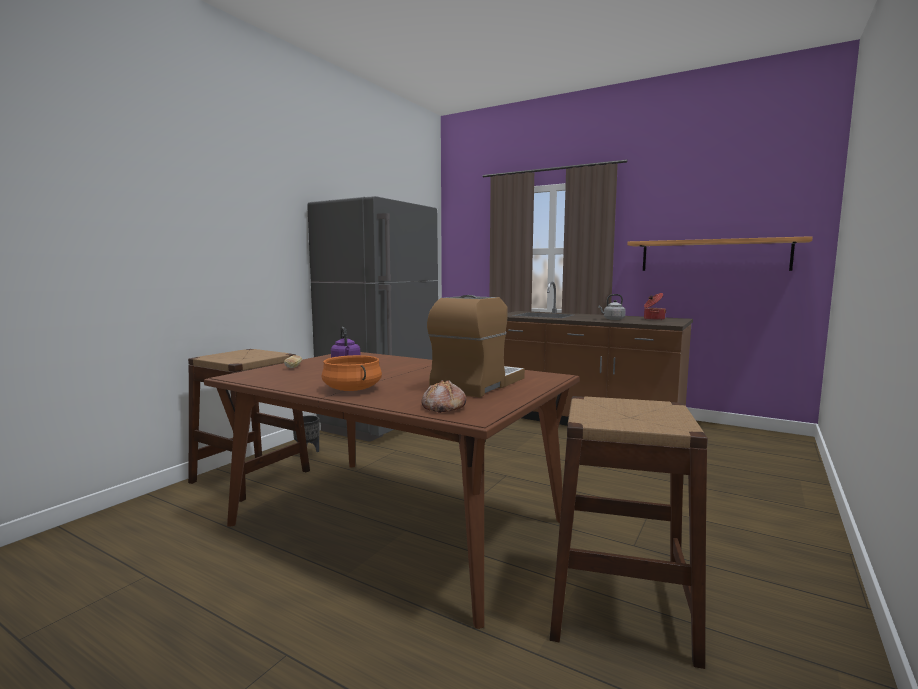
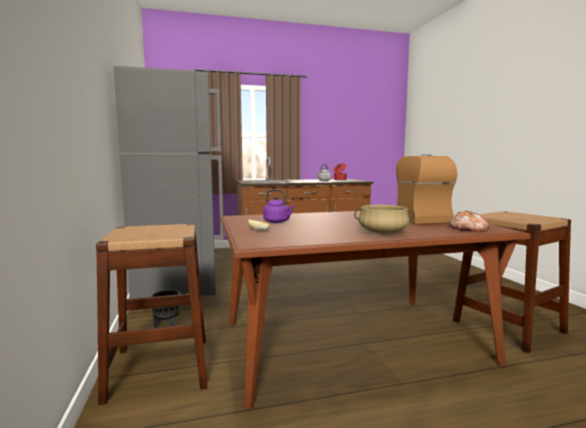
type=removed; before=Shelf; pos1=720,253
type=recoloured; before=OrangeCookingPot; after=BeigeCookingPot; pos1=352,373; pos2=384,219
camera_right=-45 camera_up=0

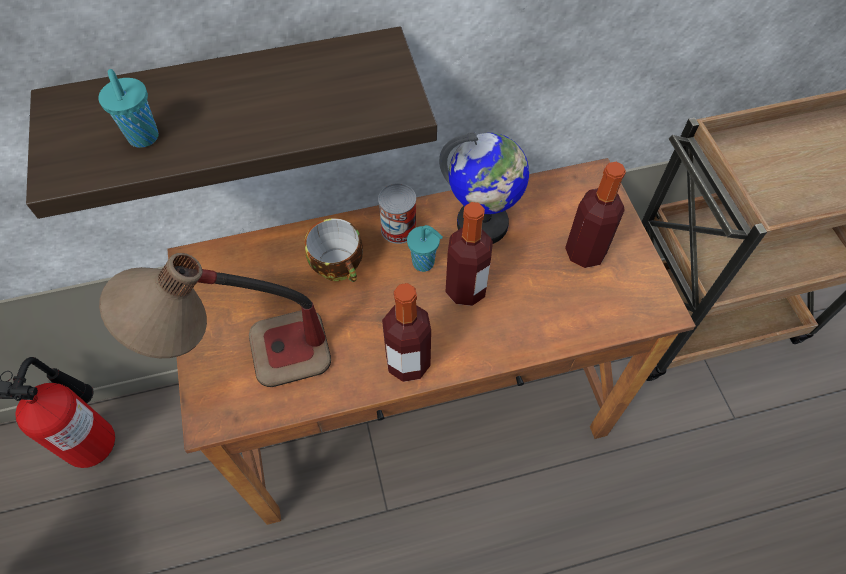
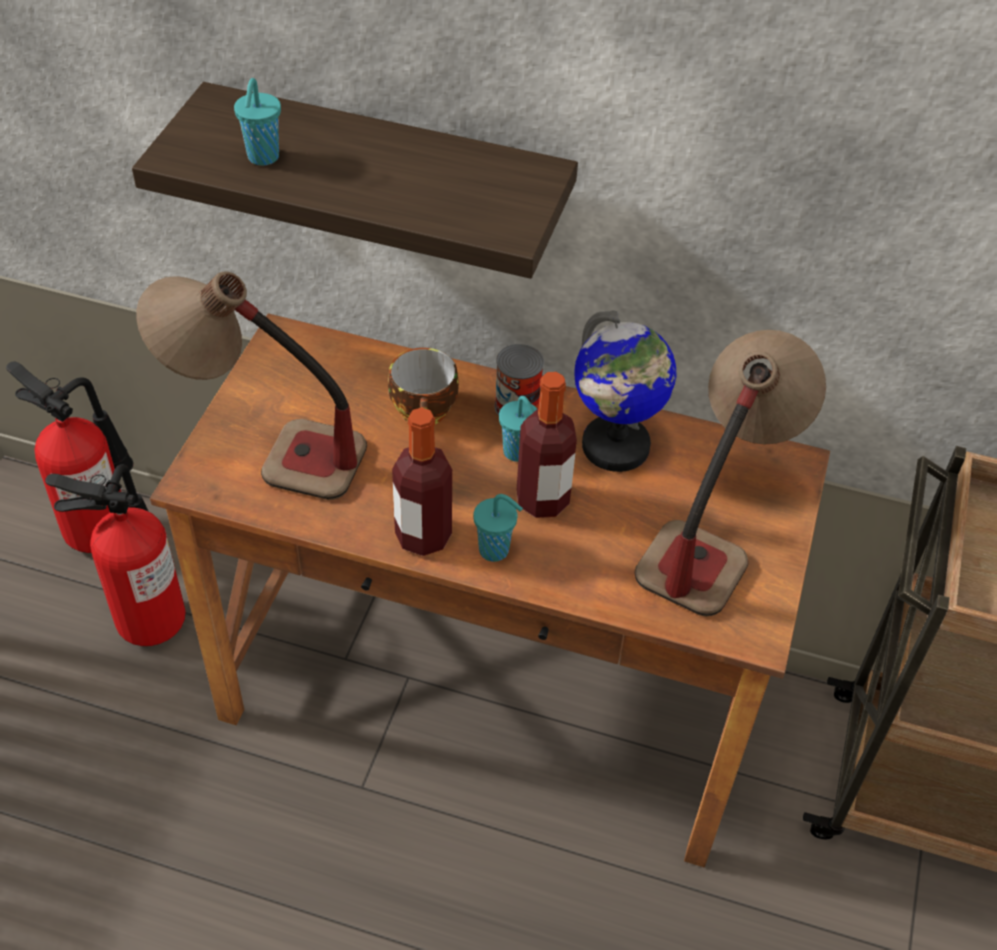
type=replaced; before=Bottle; after=TableLamp; pos1=595,215; pos2=730,473
type=added; after=FireExtinguisher; pos2=115,555
type=added; after=TurquoiseCup; pos2=498,528
camera_right=30 camera_up=-10

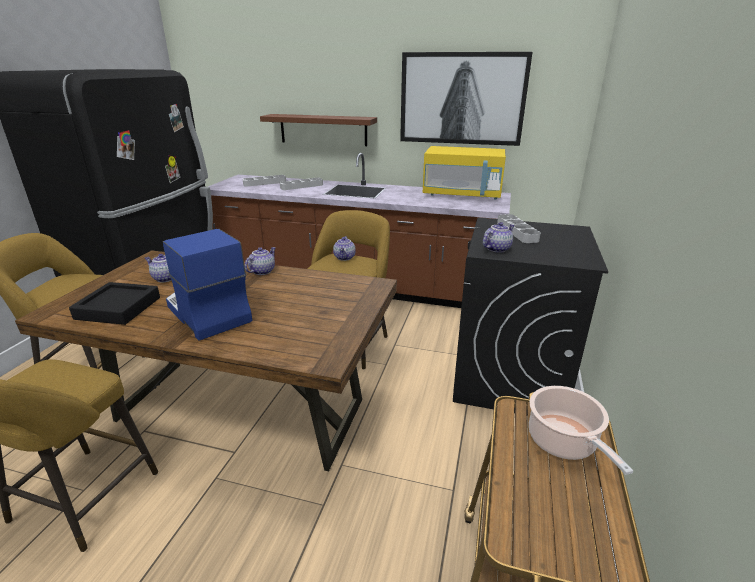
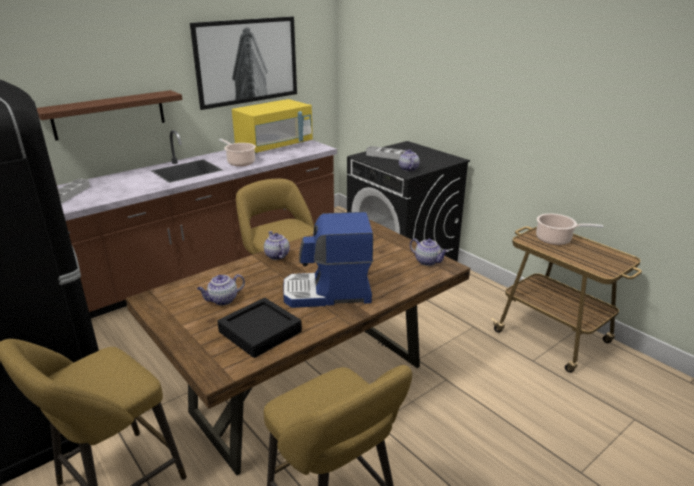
type=removed; before=GreyTray; pos1=301,184
type=moved; before=Teapot; pos1=344,248; pos2=429,252
type=added; after=CookingPot; pos2=237,152
camera_right=-55 camera_up=0

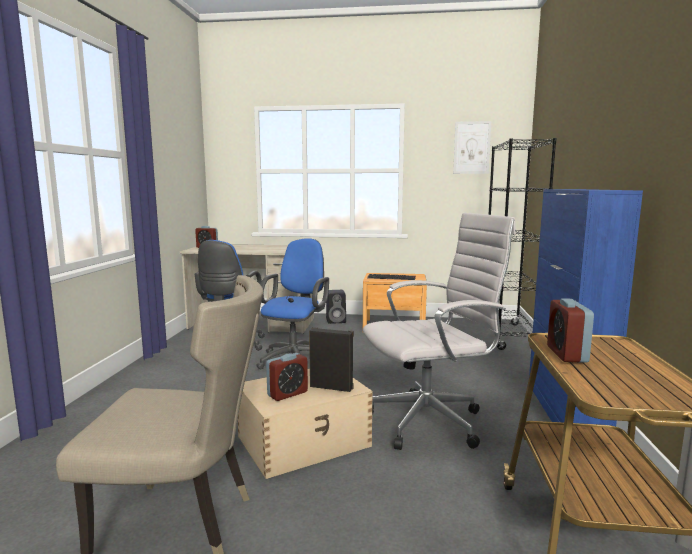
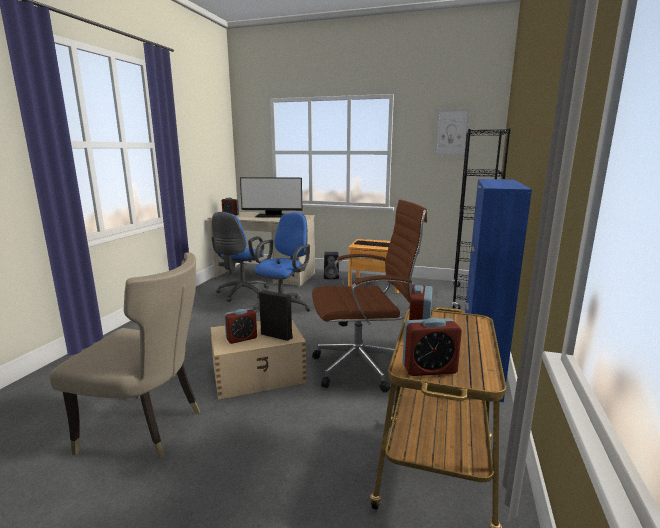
type=recoloured; before=WhiteOfficeChair; after=BrownOfficeChair; pos1=439,331; pos2=369,296
type=added; after=Monitor; pos2=271,197
type=added; after=AlarmClock; pos2=432,347
camera_right=10 camera_up=5

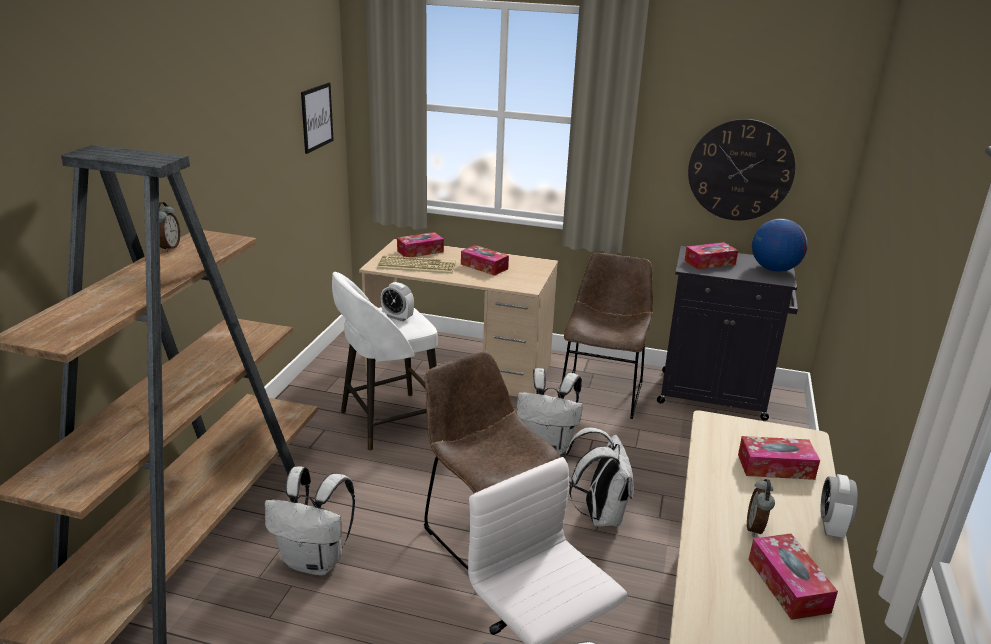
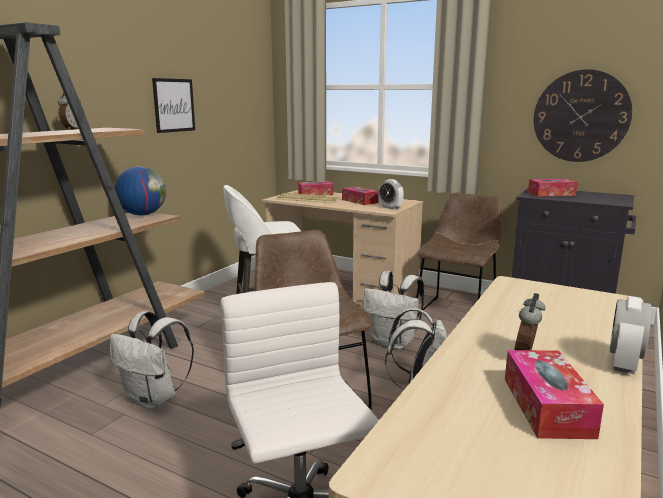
type=moved; before=Picture; pos1=317,118; pos2=173,105
type=moved; before=Globe; pos1=780,245; pos2=140,191
type=moved; before=AlarmClock; pos1=397,301; pos2=391,194
type=removed; before=TissueBox; pos1=779,458
camera_right=15 camera_up=-10

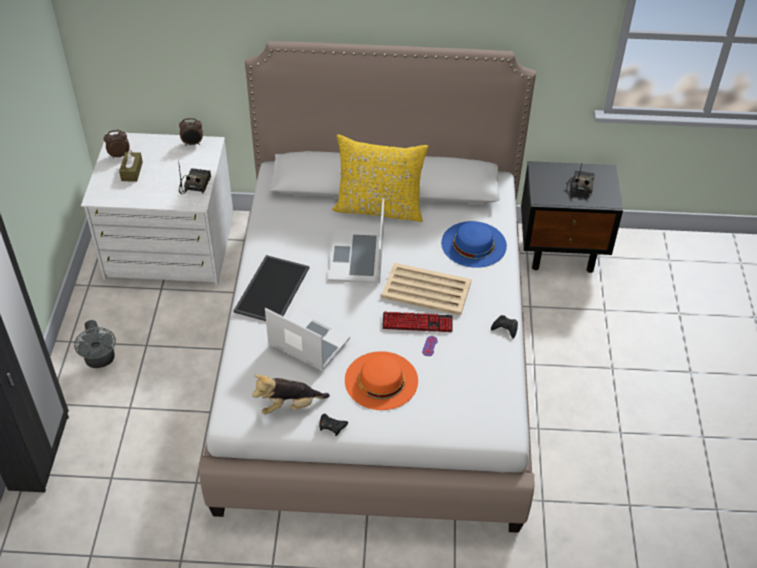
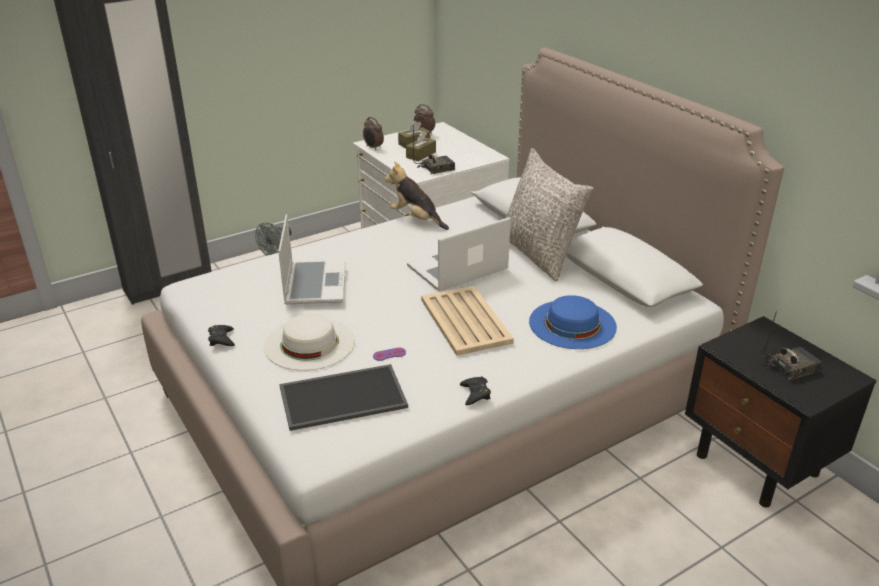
type=moved; before=AlarmClock; pos1=191,132; pos2=373,133
type=recoloured; before=YellowPillow; after=GreyPillow; pos1=380,178; pos2=550,214
type=moved; before=Tray; pos1=271,288; pos2=343,397
type=removed; before=Keyboard; pos1=417,321
type=recoloured; before=OrangeHat; after=WhiteHat; pos1=381,380; pos2=309,342
type=moved; before=PlushToy; pos1=291,394; pos2=417,195
type=added; after=BrownTissueBox; pos2=421,146
camera_right=55 camera_up=-15

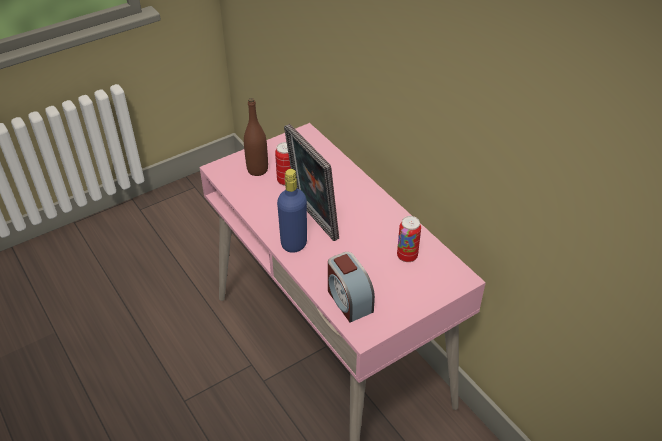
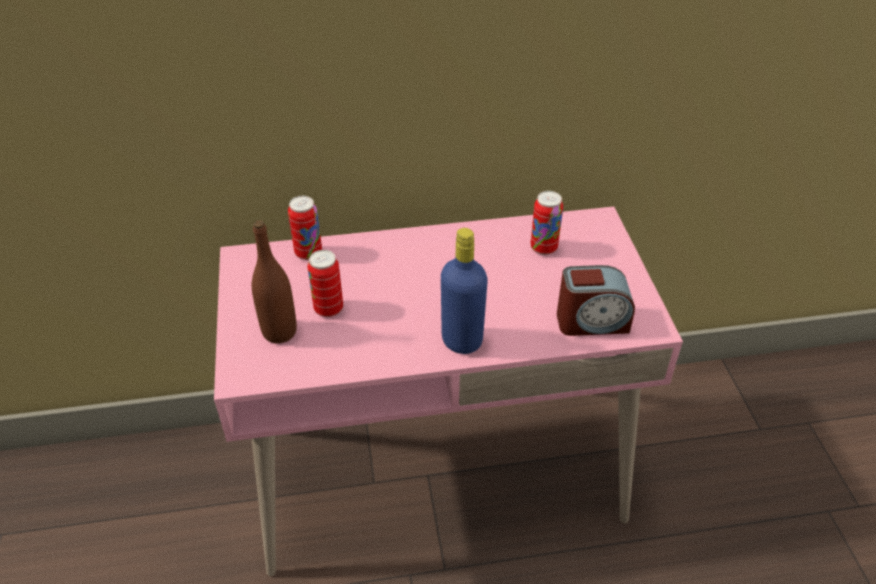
type=removed; before=PictureFrame; pos1=311,182
type=added; after=Can; pos2=305,228
camera_right=-65 camera_up=0

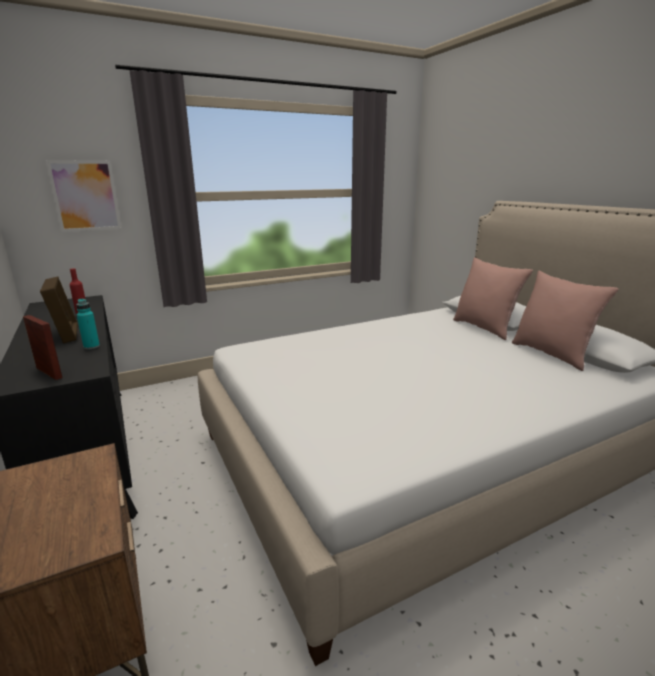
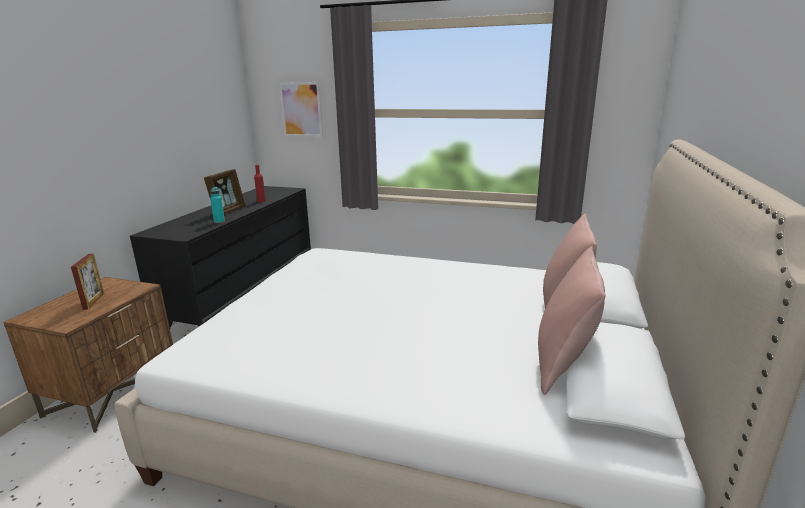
type=moved; before=PictureFrame; pos1=42,347; pos2=87,282
camera_right=45 camera_up=0

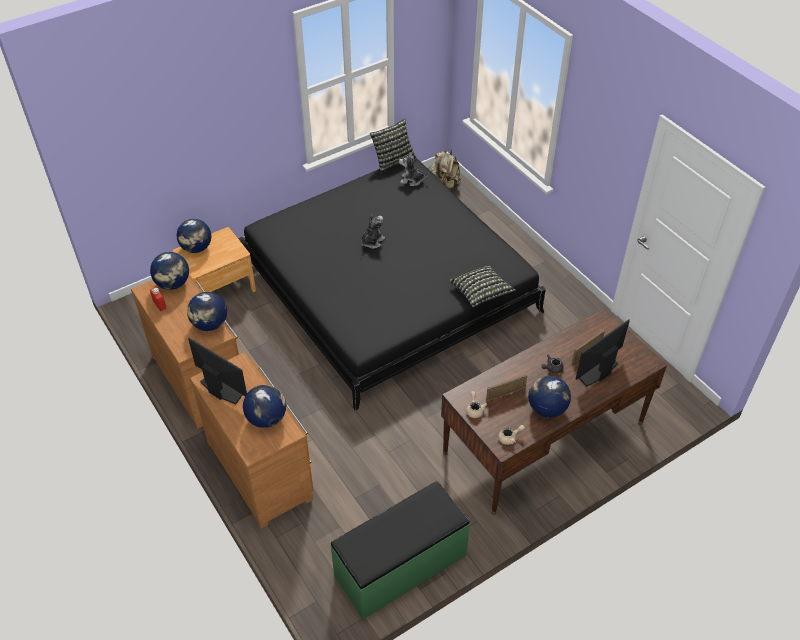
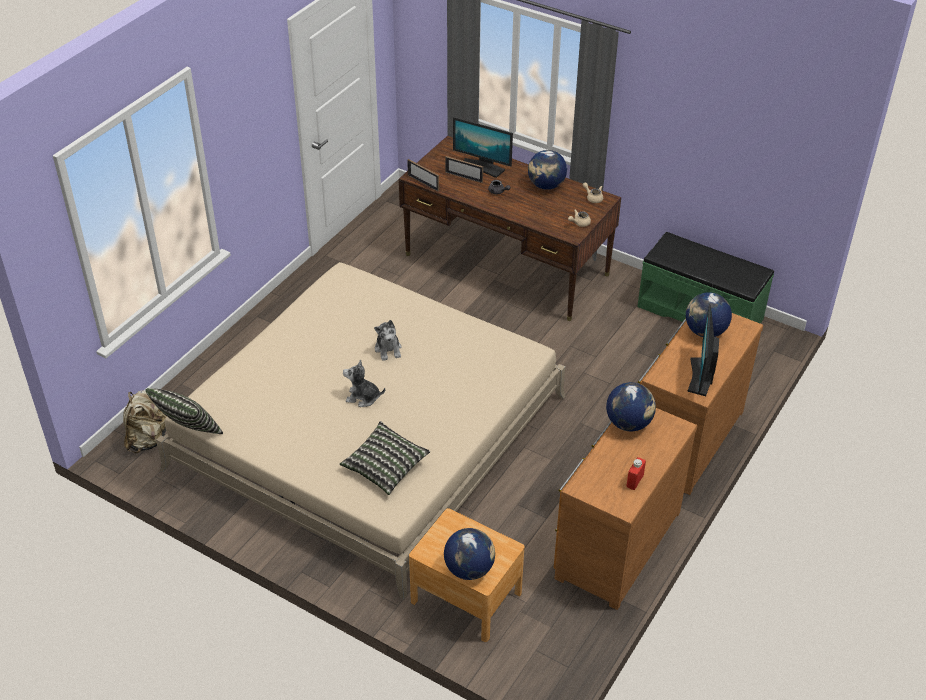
type=moved; before=PlushToy; pos1=414,169; pos2=388,340
type=recoloured; before=BlackBed; after=BeigeBed; pos1=392,284; pos2=360,430
type=removed; before=Globe; pos1=169,271
type=moved; before=Pillow; pos1=482,286; pos2=385,458
type=moved; before=PictureFrame; pos1=506,387; pos2=423,175
camera_right=-115 camera_up=-5

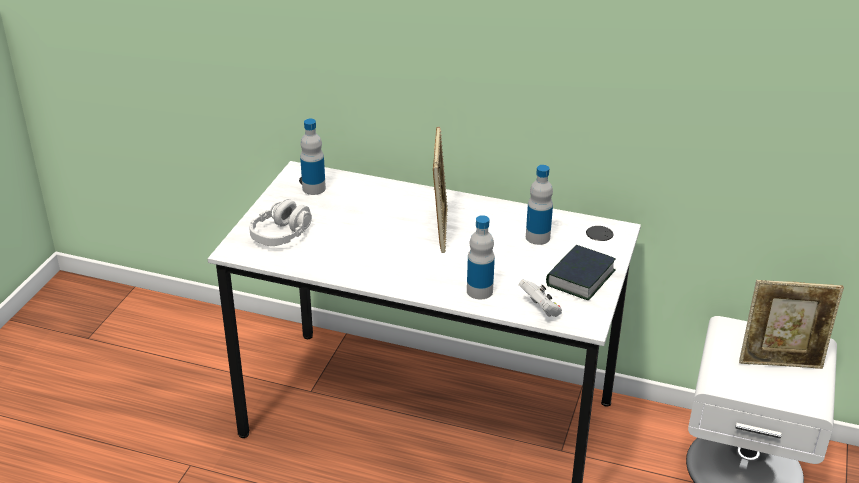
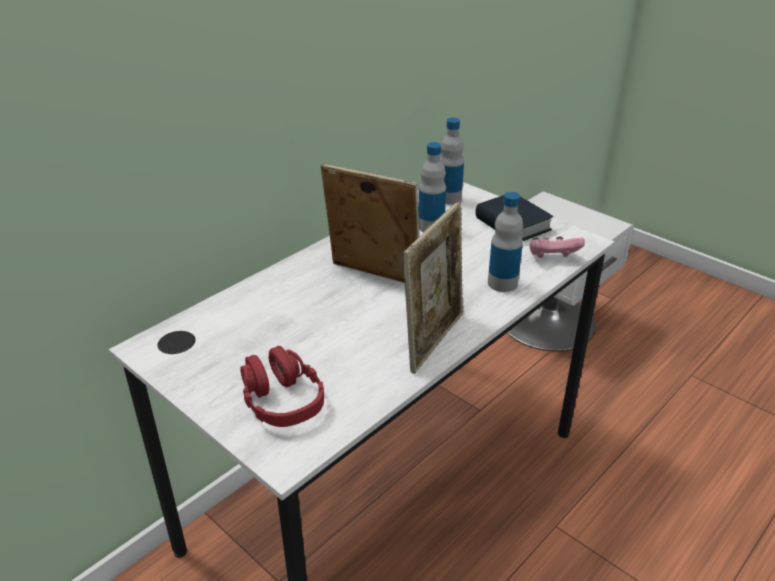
type=moved; before=Bottle; pos1=313,157; pos2=452,161
type=recoloured; before=GreyHeadphones; after=RedHeadphones; pos1=280,222; pos2=282,386
type=recoloured; before=WhiteGameController; after=PinkGameController; pos1=540,298; pos2=557,247
type=moved; before=PictureFrame; pos1=791,324; pos2=433,288
camera_right=-65 camera_up=0

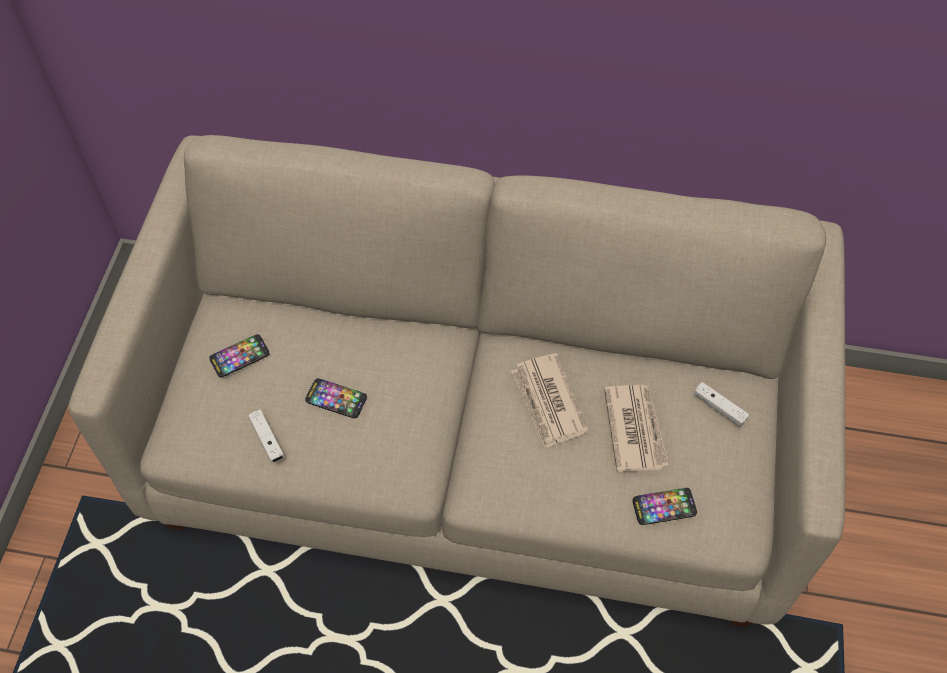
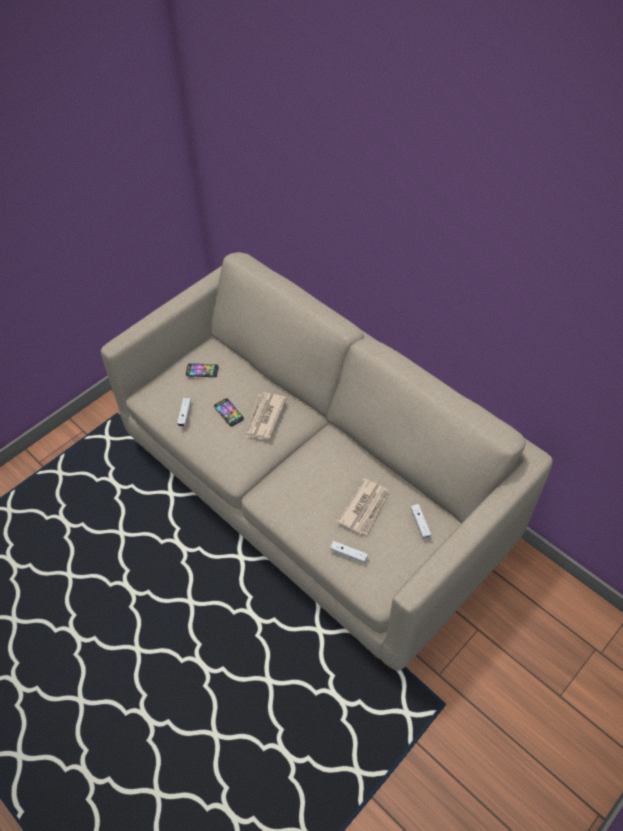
type=moved; before=Newspaper; pos1=549,401; pos2=265,416
type=replaced; before=Phone; after=WhiteGameController; pos1=665,506; pos2=349,552
camera_right=35 camera_up=-5

